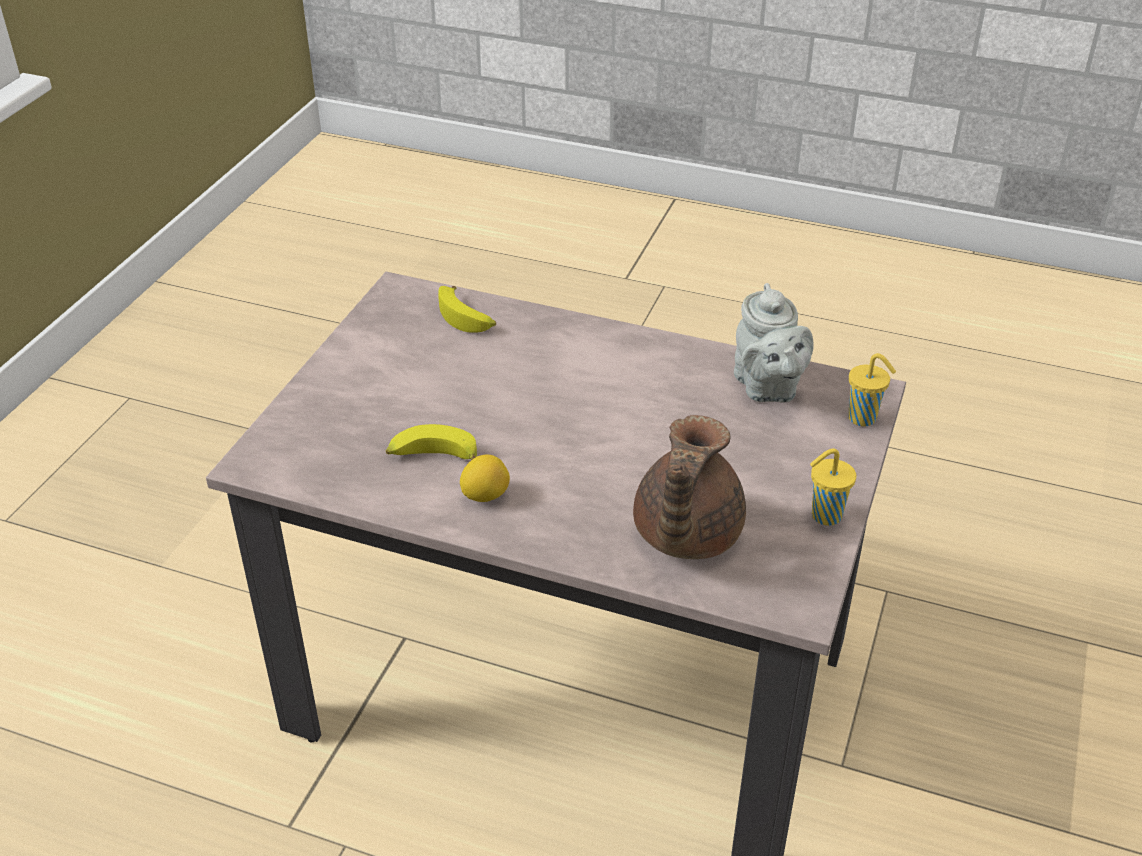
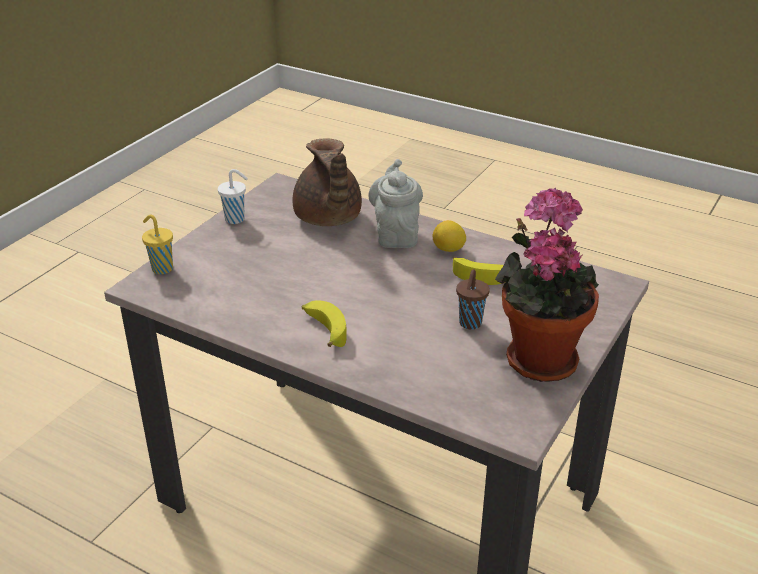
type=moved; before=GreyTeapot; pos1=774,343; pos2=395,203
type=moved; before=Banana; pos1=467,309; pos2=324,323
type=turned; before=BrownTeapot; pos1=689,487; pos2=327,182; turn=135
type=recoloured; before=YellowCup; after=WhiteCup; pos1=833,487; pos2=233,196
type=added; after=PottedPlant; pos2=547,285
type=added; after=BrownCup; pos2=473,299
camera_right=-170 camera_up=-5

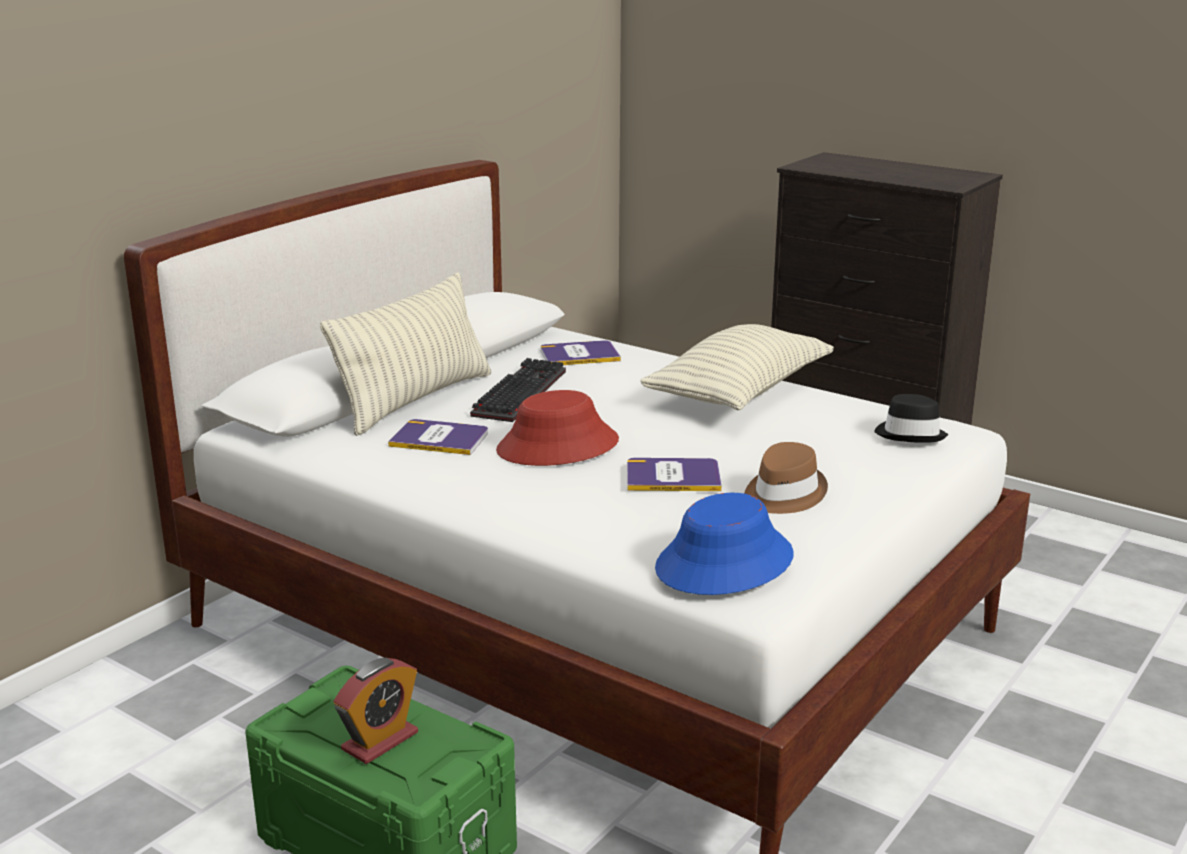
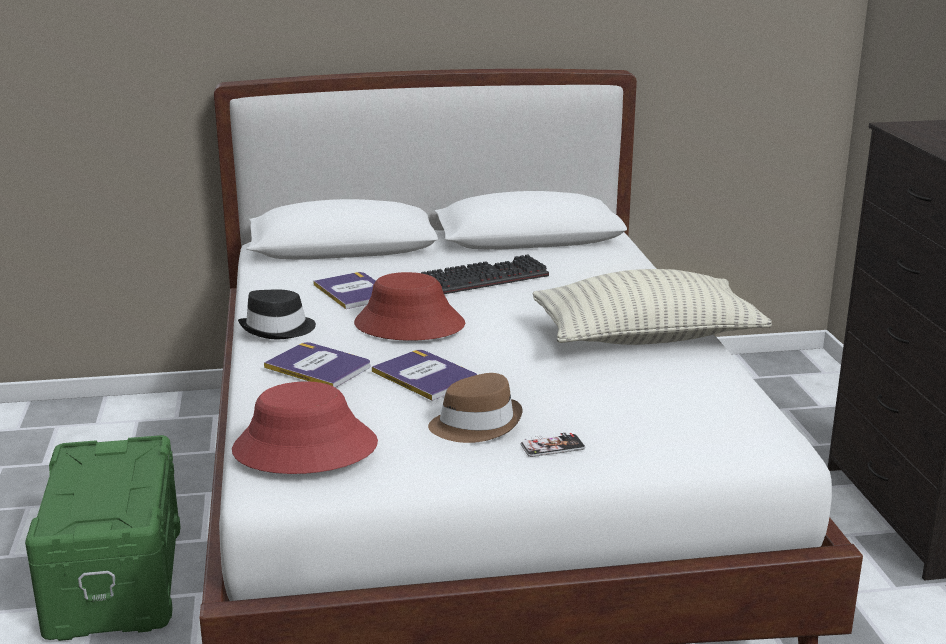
type=removed; before=Pillow; pos1=405,354
type=moved; before=Book; pos1=581,352; pos2=317,365
type=moved; before=BlackHat; pos1=911,418; pos2=277,314
type=recoloured; before=BlueHat; after=RedHat; pos1=724,544; pos2=305,427
type=removed; before=AlarmClock; pos1=376,711
type=added; after=Phone; pos2=553,445
camera_right=45 camera_up=0

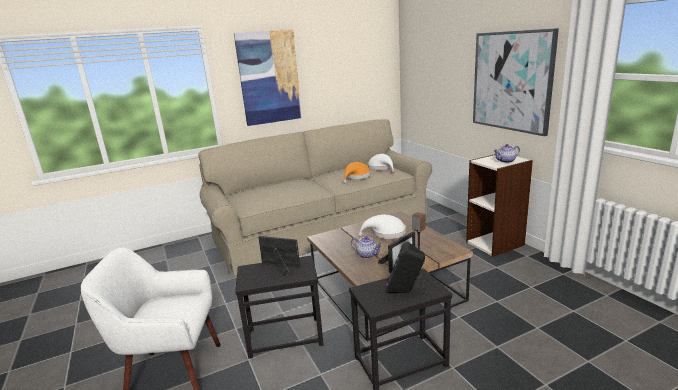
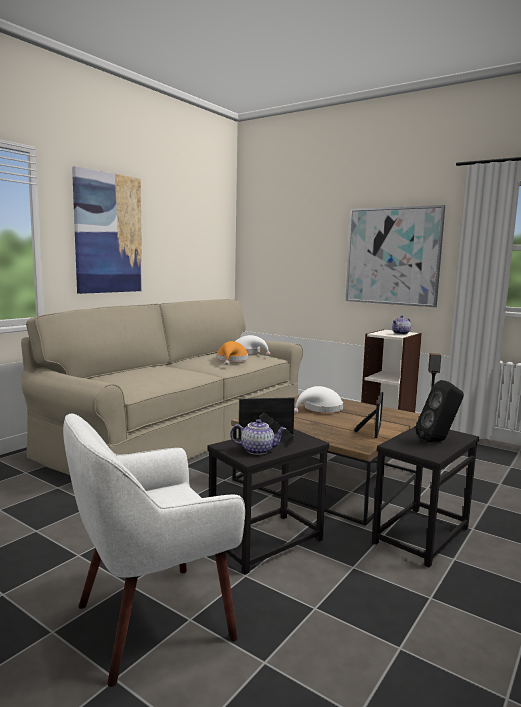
type=moved; before=Teapot; pos1=367,247; pos2=258,437
camera_right=-30 camera_up=-10

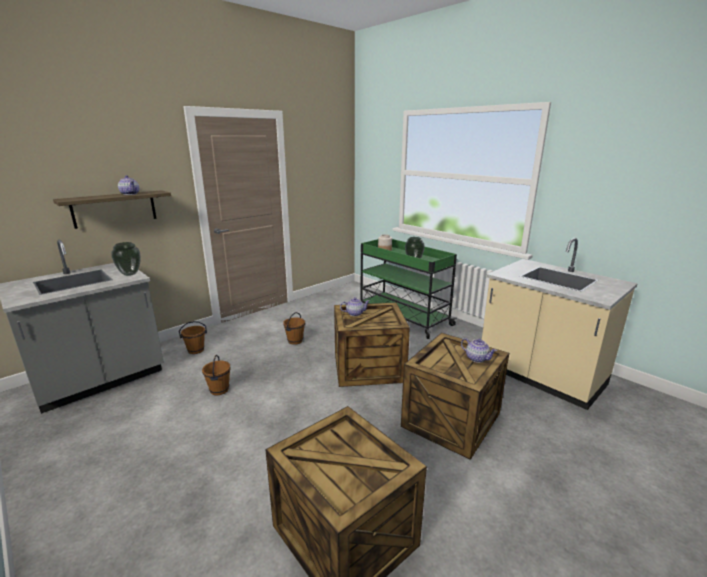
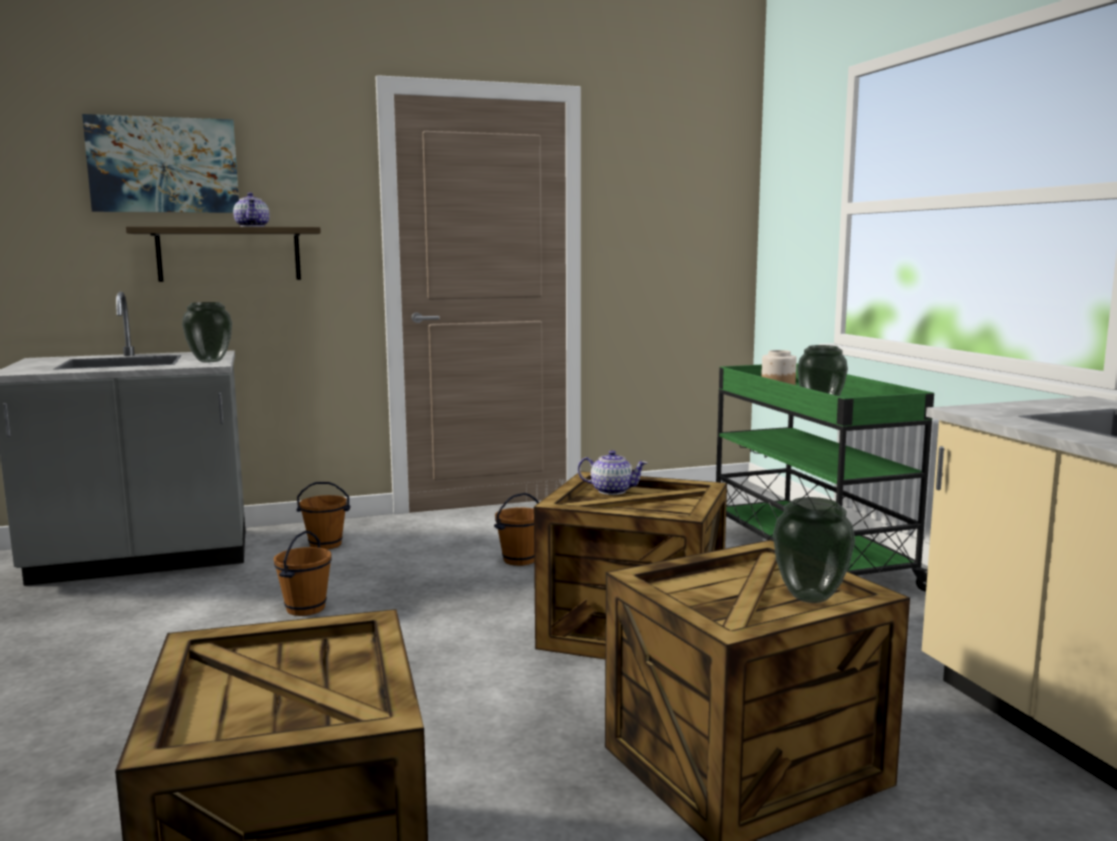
type=replaced; before=Teapot; after=Vase; pos1=479,350; pos2=814,550
type=added; after=Picture; pos2=160,163
camera_right=25 camera_up=-10

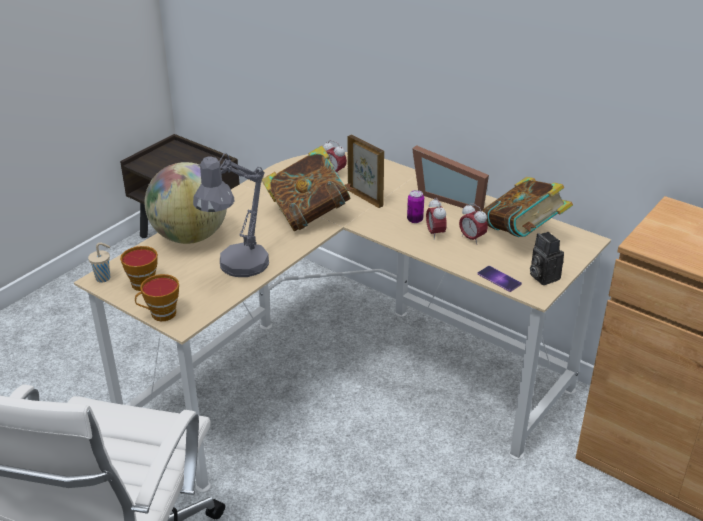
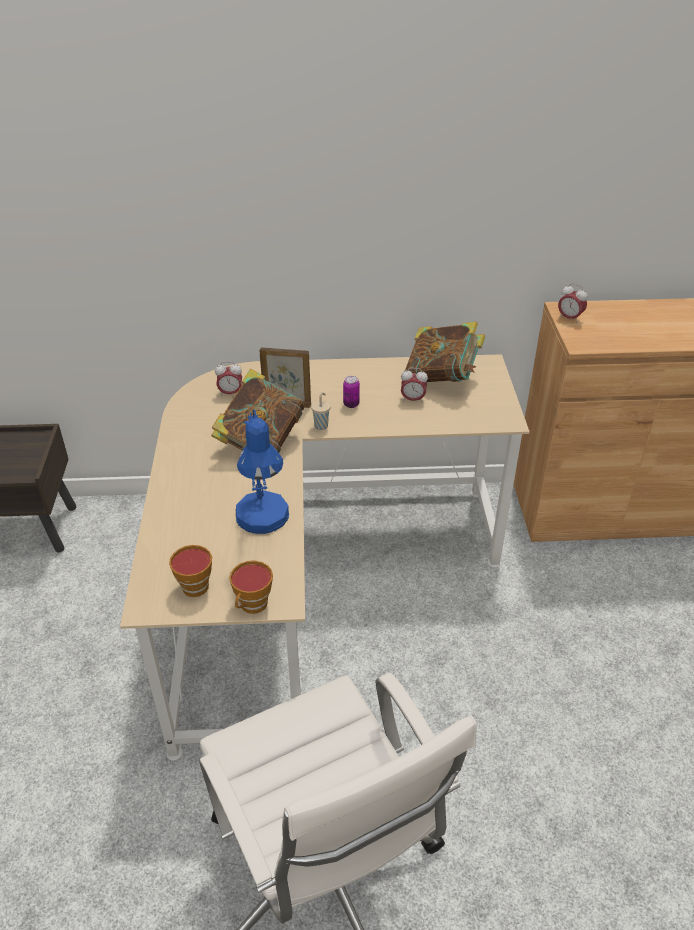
type=removed; before=PictureFrame; pos1=450,178
type=recoloured; before=GreyTableLamp; after=BlueTableLamp; pos1=231,215; pos2=262,471
type=removed; before=Globe; pos1=186,203
type=moved; before=AlarmClock; pos1=436,219; pos2=573,303
type=removed; before=PhotoCamera; pos1=547,258
type=moved; before=BeigeCup; pos1=99,263; pos2=321,411
type=removed; before=Phone; pos1=499,279
camera_right=-40 camera_up=5

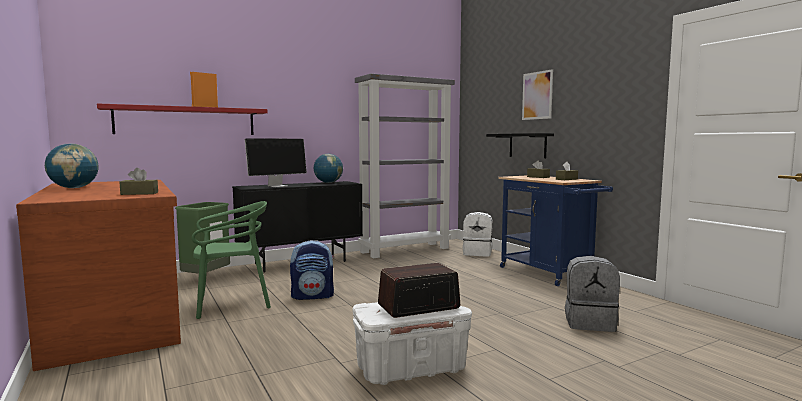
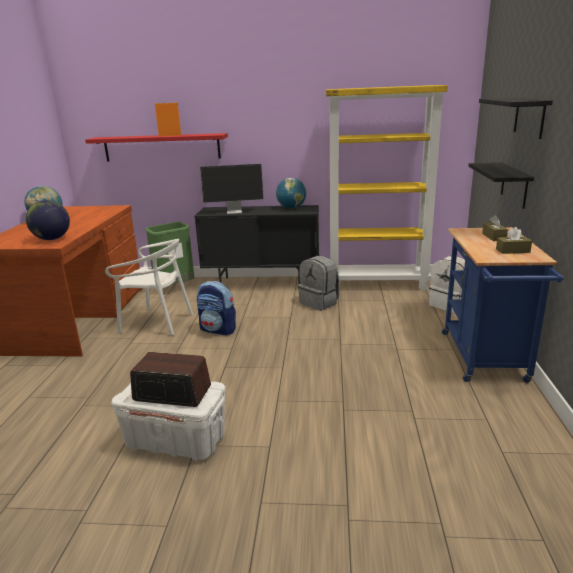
type=replaced; before=Picture; after=BlackShelf; pos1=537,94; pos2=516,118
type=recoloured; before=GreyBookcase; after=YellowBookcase; pos1=405,166; pos2=387,187
type=replaced; before=BrownTissueBox; after=Globe; pos1=139,181; pos2=48,220
type=recoloured; before=GreenChair; after=WhiteChair; pos1=231,260; pos2=149,287
type=moved; before=GreyBackpack; pos1=592,294; pos2=319,283
camera_right=35 camera_up=15

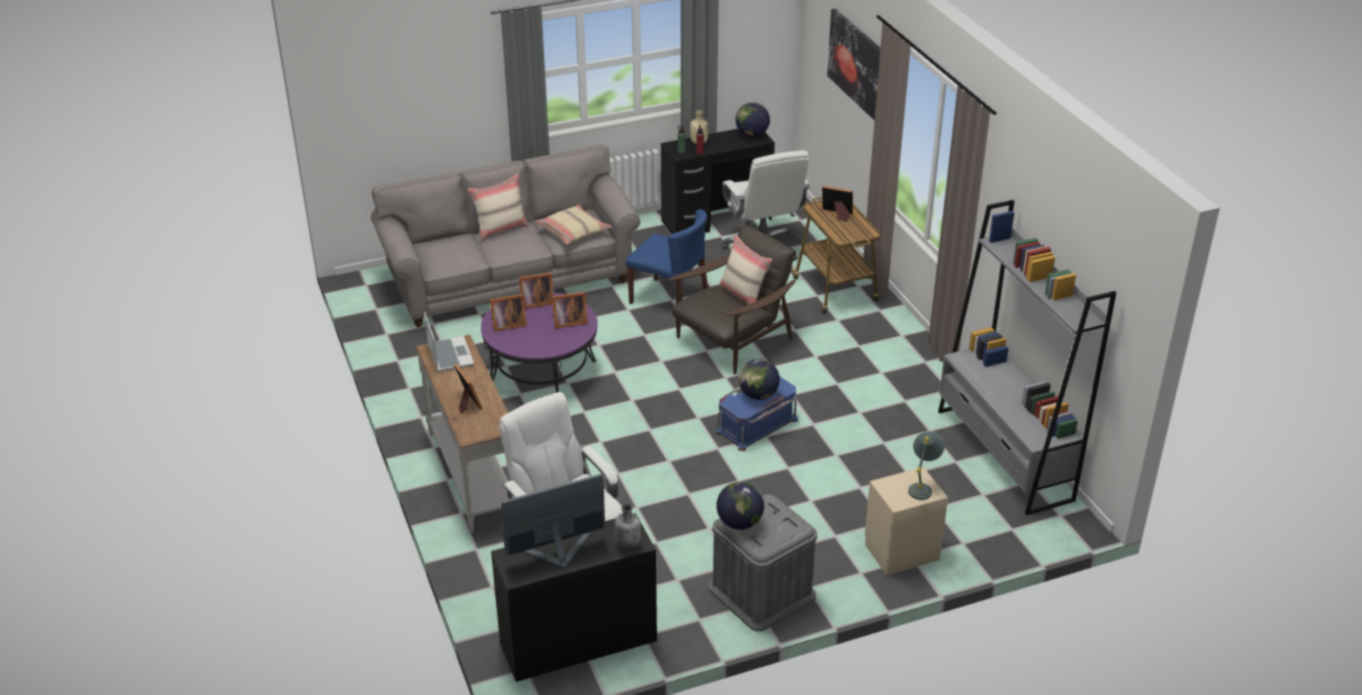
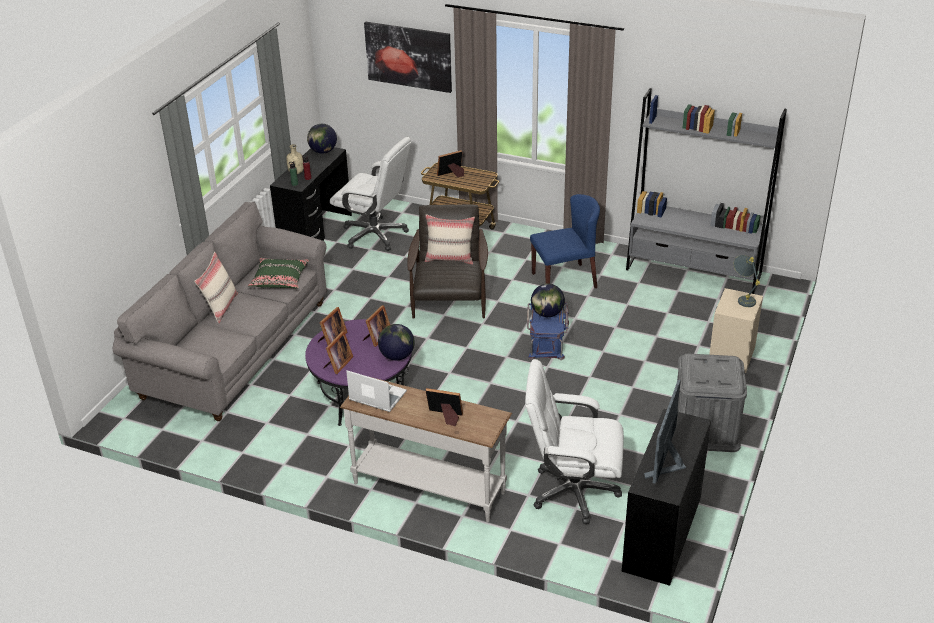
type=recoloured; before=BeigePillow; after=GreenPillow; pos1=573,224; pos2=278,273
type=moved; before=BlueChair; pos1=667,256; pos2=565,241
type=moved; before=Globe; pos1=740,506; pos2=396,342
type=removed; before=GreyBottle; pos1=627,526
camera_right=-45 camera_up=0

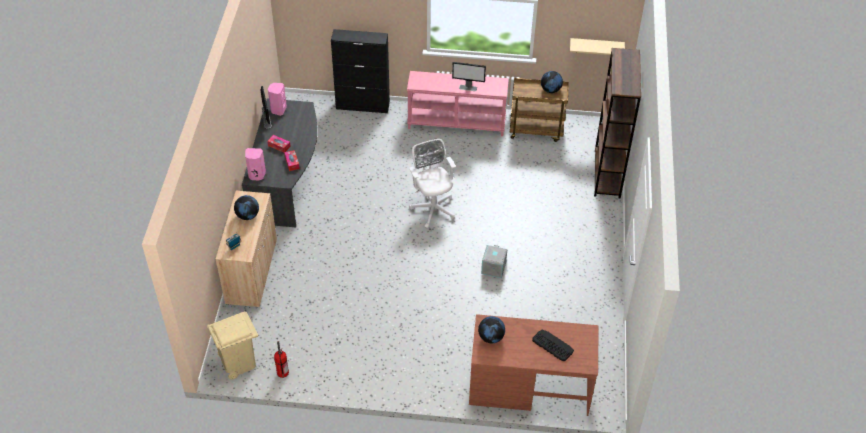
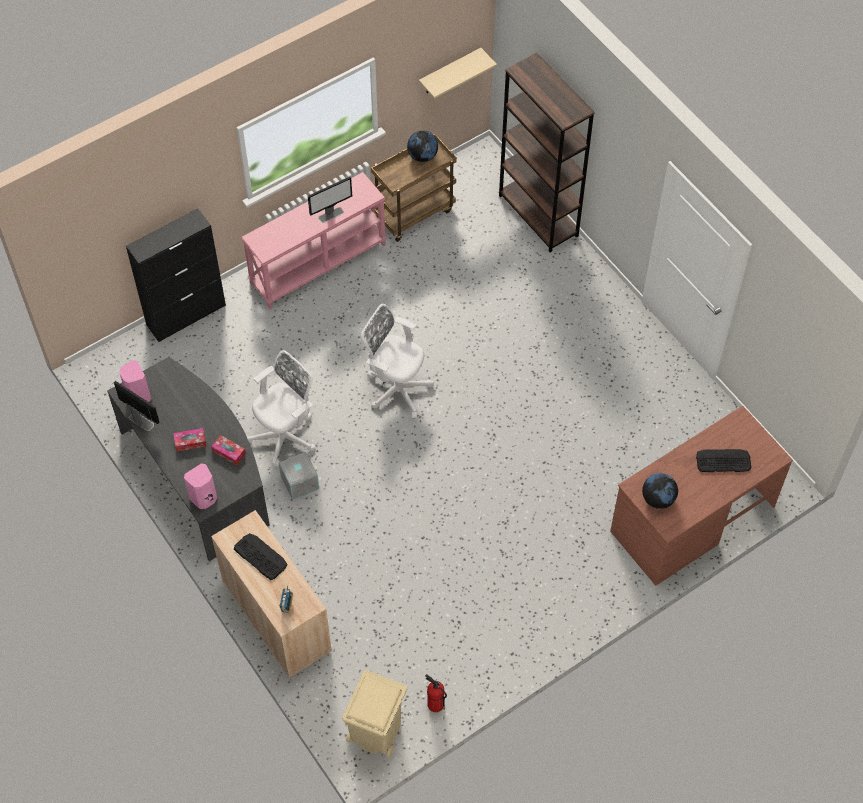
type=replaced; before=Globe; after=Keyboard; pos1=246,207; pos2=261,556
type=moved; before=GreyStorageBox; pos1=494,261; pos2=299,476
type=added; after=WhiteOfficeChair; pos2=281,408
camera_right=-40 camera_up=10

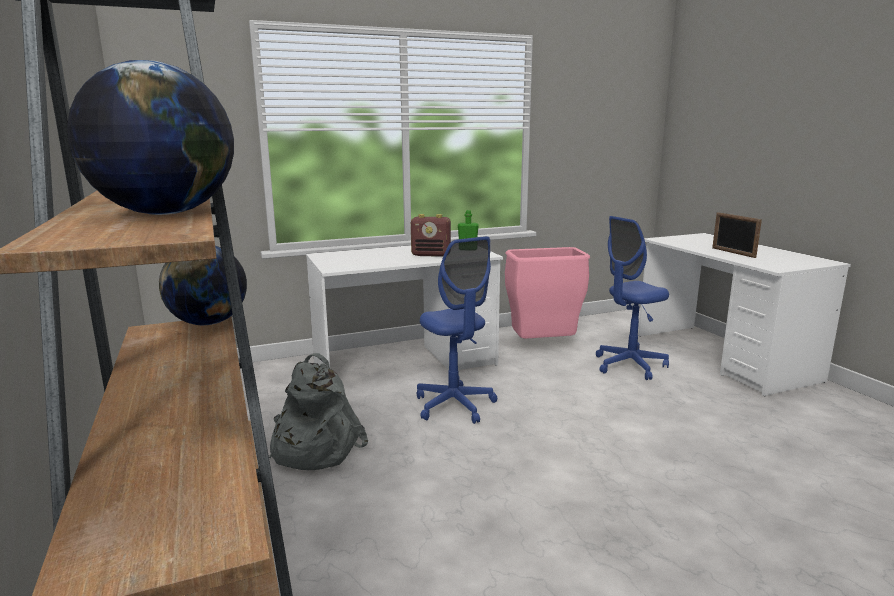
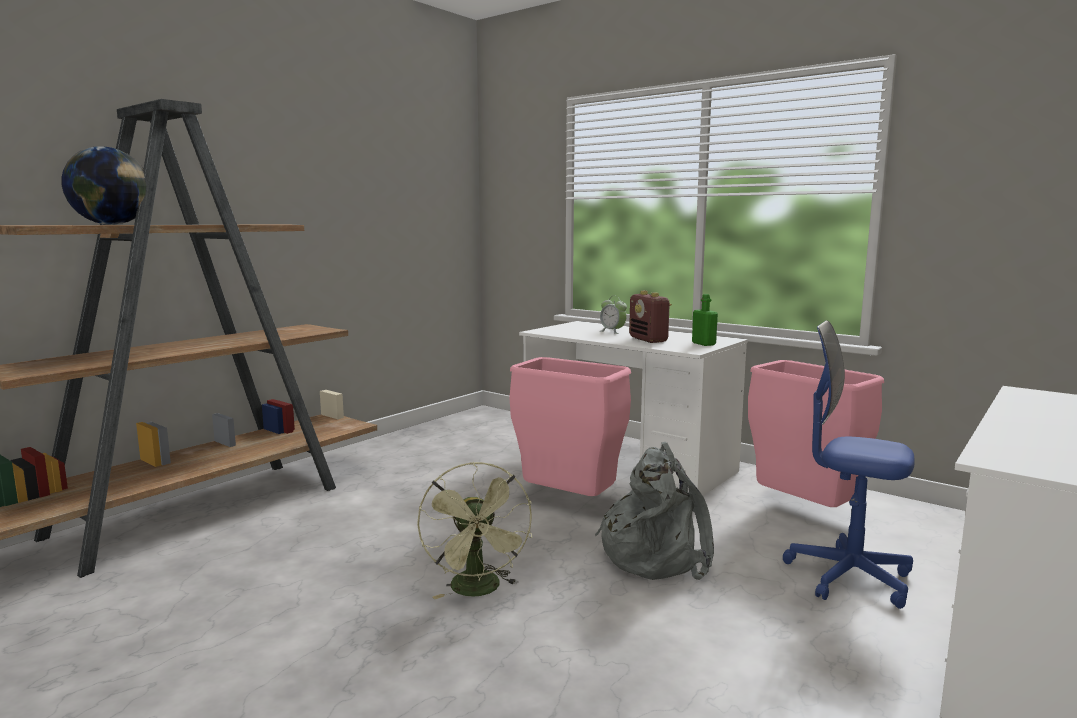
type=removed; before=PictureFrame; pos1=737,235
type=replaced; before=BlueOfficeChair; after=PinkTrashCan; pos1=457,330; pos2=570,426
type=removed; before=Globe; pos1=203,285
type=moved; before=GreyBackpack; pos1=318,411; pos2=654,511
type=added; after=AlarmClock; pos2=613,315
type=added; after=GreenFan; pos2=474,530
camera_right=60 camera_up=-5

